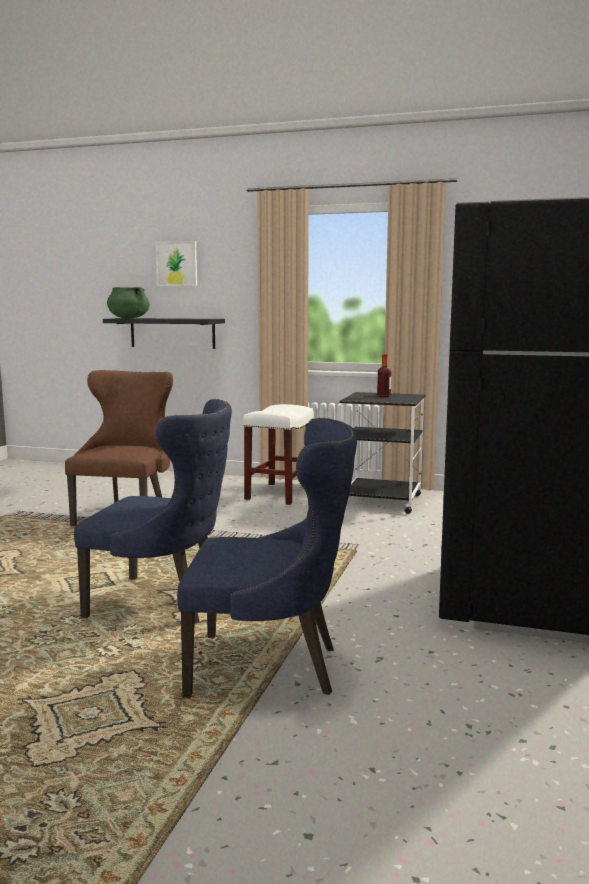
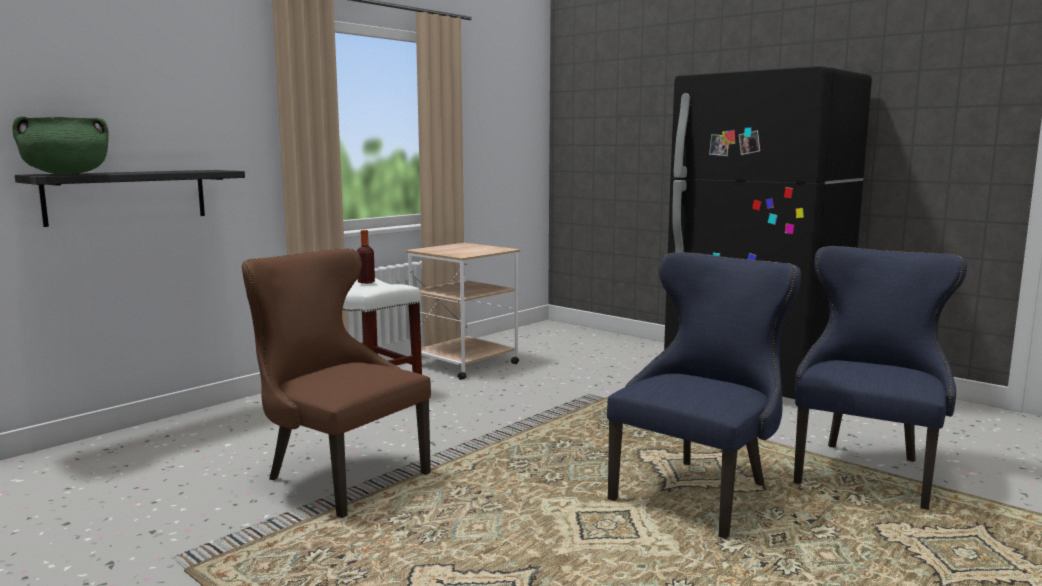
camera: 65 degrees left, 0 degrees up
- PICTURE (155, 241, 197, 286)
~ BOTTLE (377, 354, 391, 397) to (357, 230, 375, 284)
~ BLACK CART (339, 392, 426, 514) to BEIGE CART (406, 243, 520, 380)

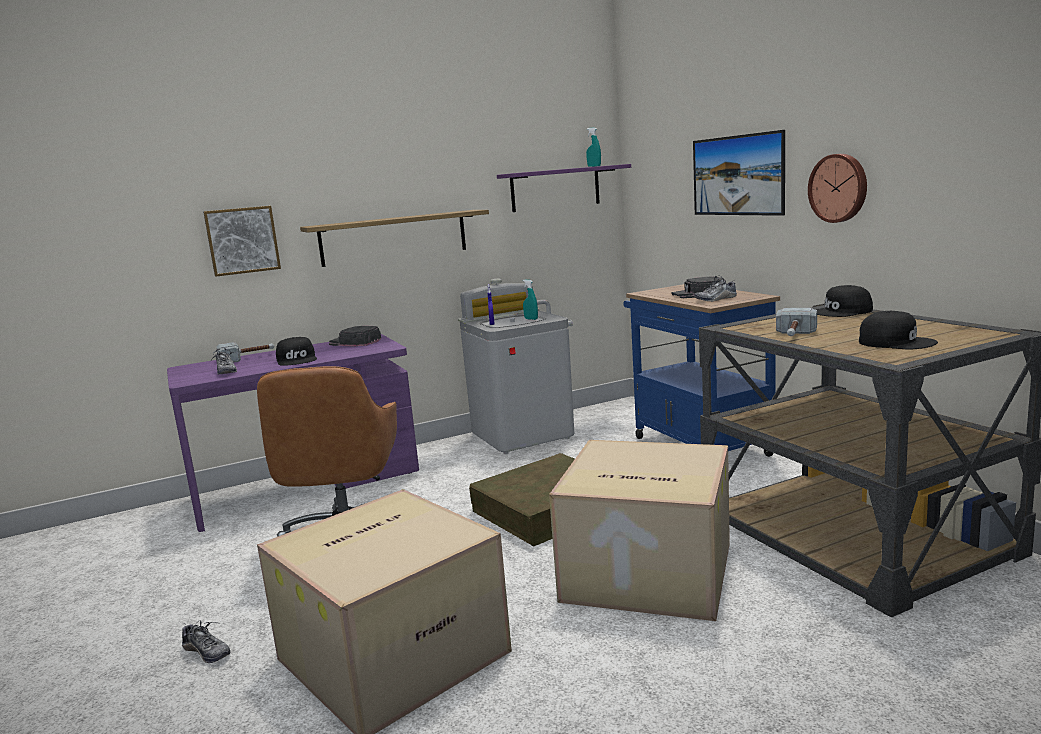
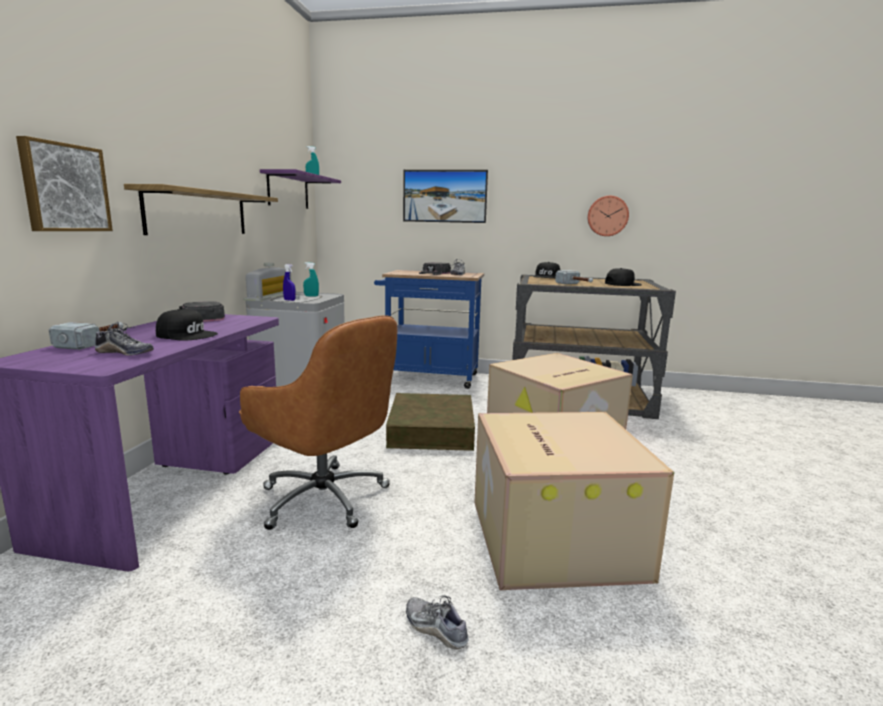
camera: 55 degrees left, 0 degrees up
~ WALL CLOCK (808, 154, 867, 223) to (587, 196, 629, 236)
~ SHOE (182, 621, 231, 663) = (406, 595, 469, 649) 120 degrees counterclockwise

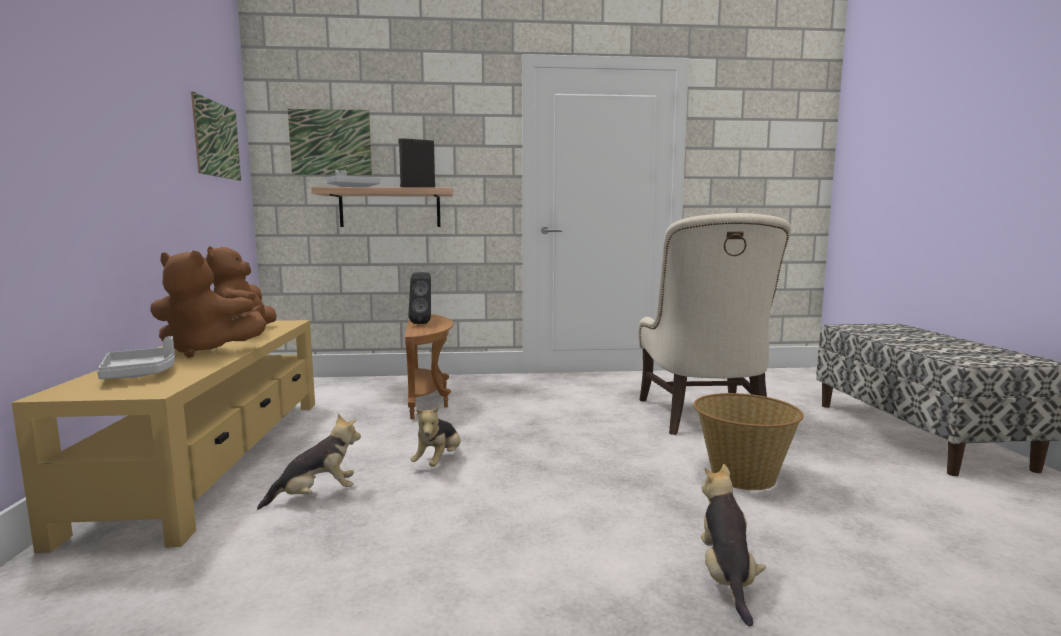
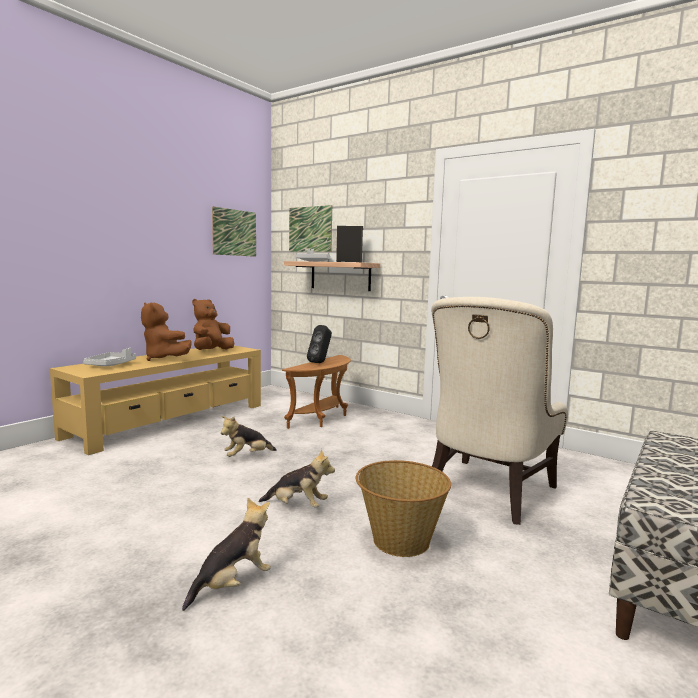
camera: 40 degrees right, 0 degrees up
~ PLUSH TOY (257, 414, 361, 510) to (258, 449, 335, 508)

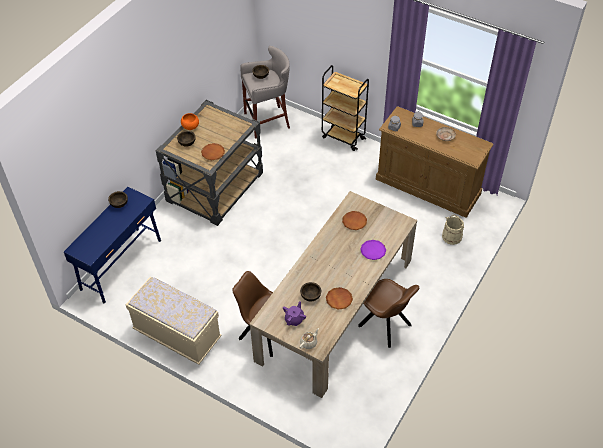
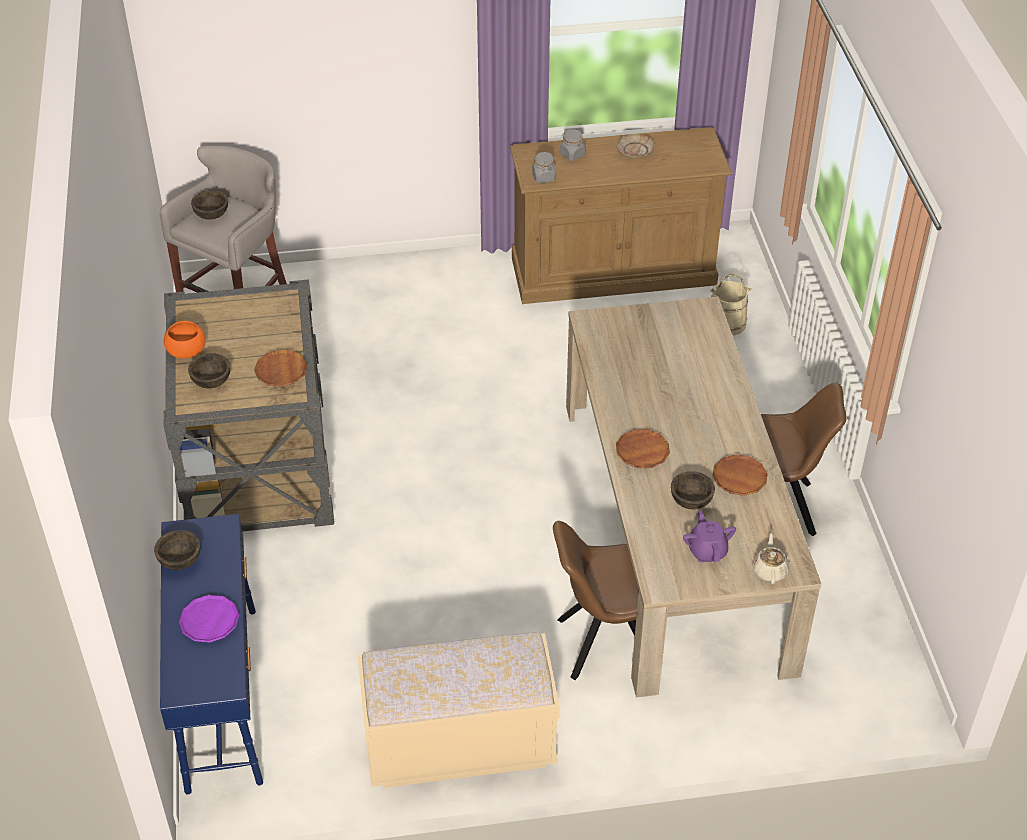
camera: 40 degrees left, 5 degrees down
- BROWN CART (322, 65, 369, 151)
~ BROWN PLATE (342, 211, 367, 230) to (616, 429, 670, 468)
~ PURPLE PLATE (360, 240, 386, 260) to (179, 595, 239, 643)

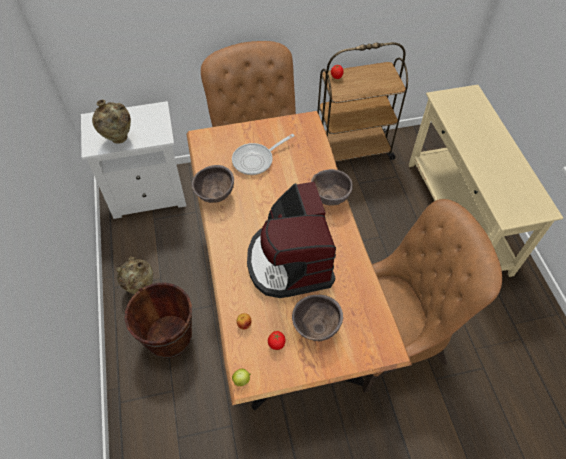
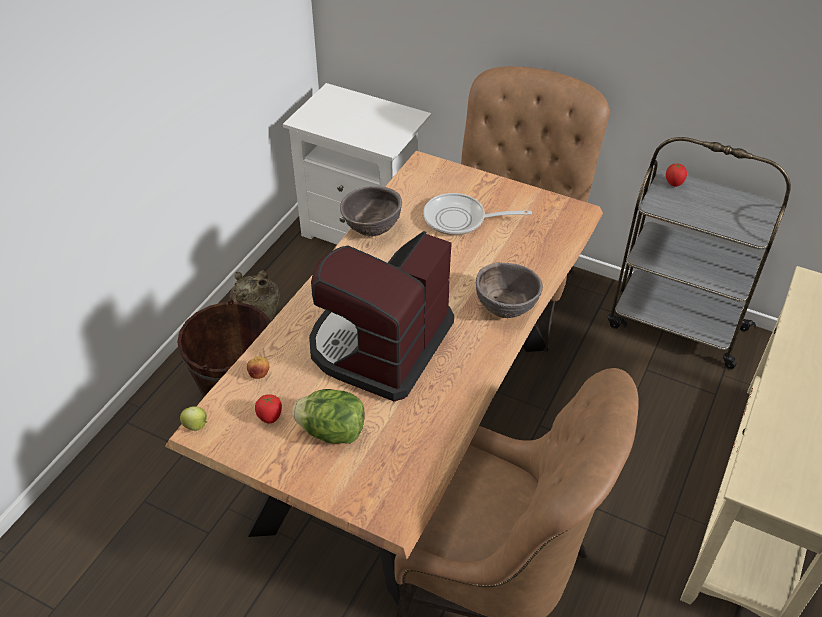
camera: 40 degrees right, 10 degrees down
- BEIGE VASE (92, 100, 131, 144)
~ BROWN BOWL (292, 295, 343, 341) to LETTUCE (292, 389, 365, 444)
~ BROWN CART (317, 42, 408, 162) to GREY CART (607, 137, 791, 370)

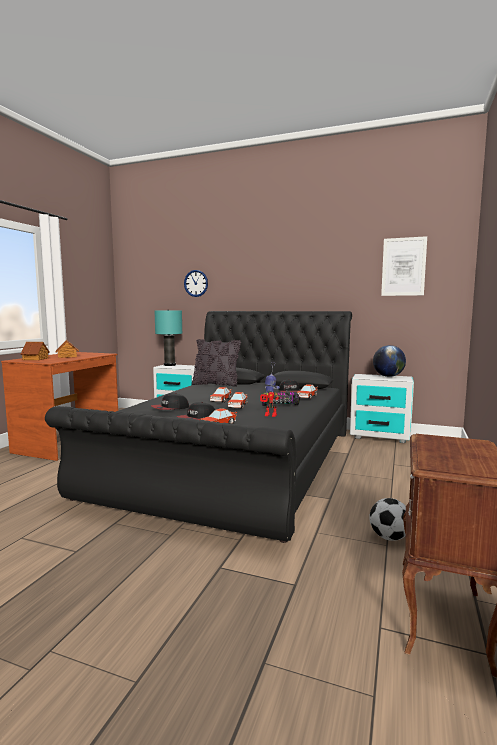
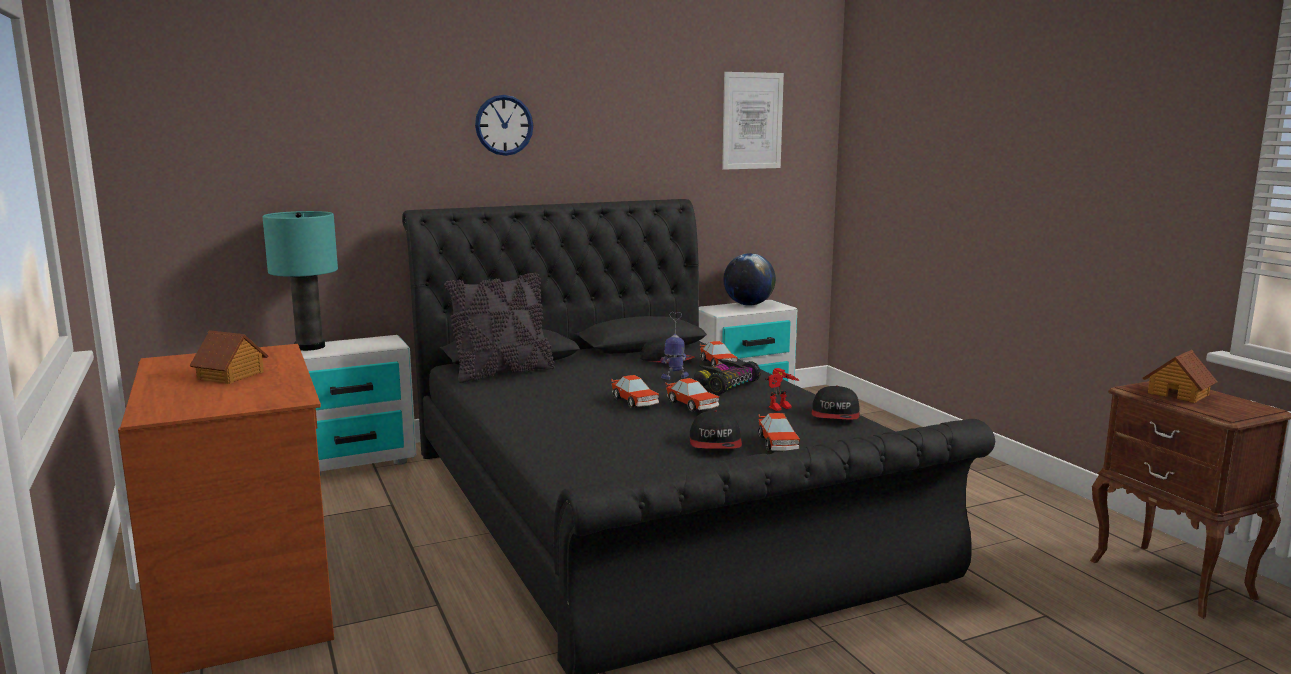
camera: 45 degrees left, 5 degrees up
- FOOTBALL (369, 498, 406, 541)
~ TOY HOUSE (20, 342, 50, 360) to (1143, 350, 1218, 403)
~ CAP (151, 393, 189, 410) to (811, 385, 860, 420)
~ WALL CLOCK (184, 270, 208, 297) to (475, 95, 533, 156)

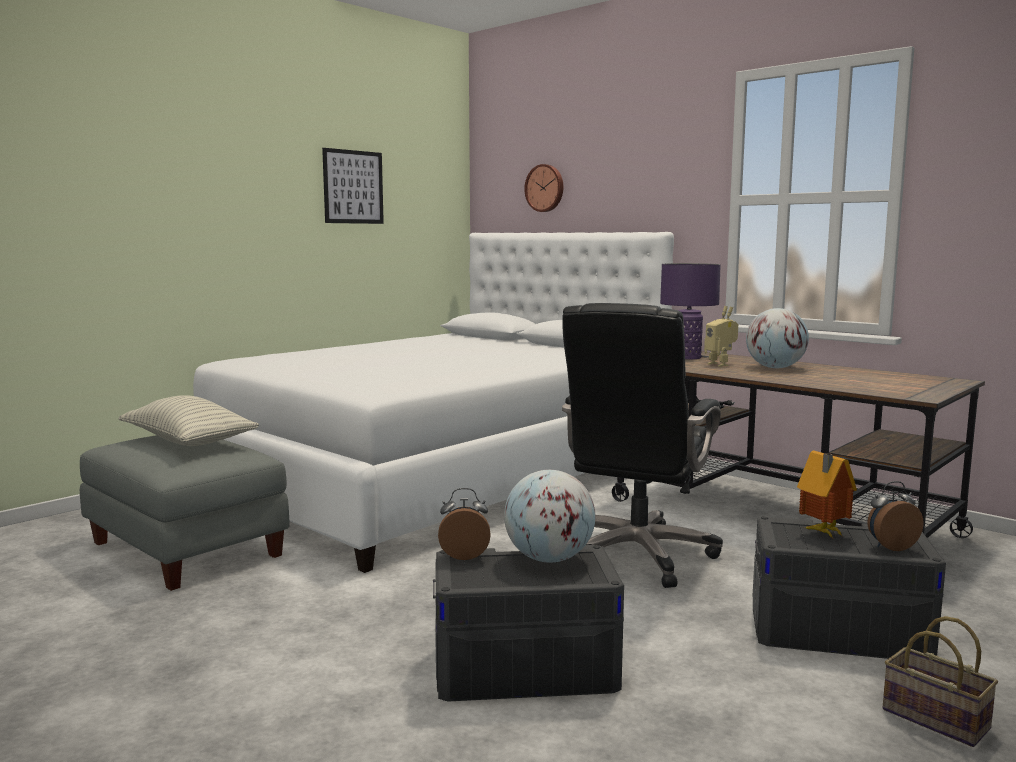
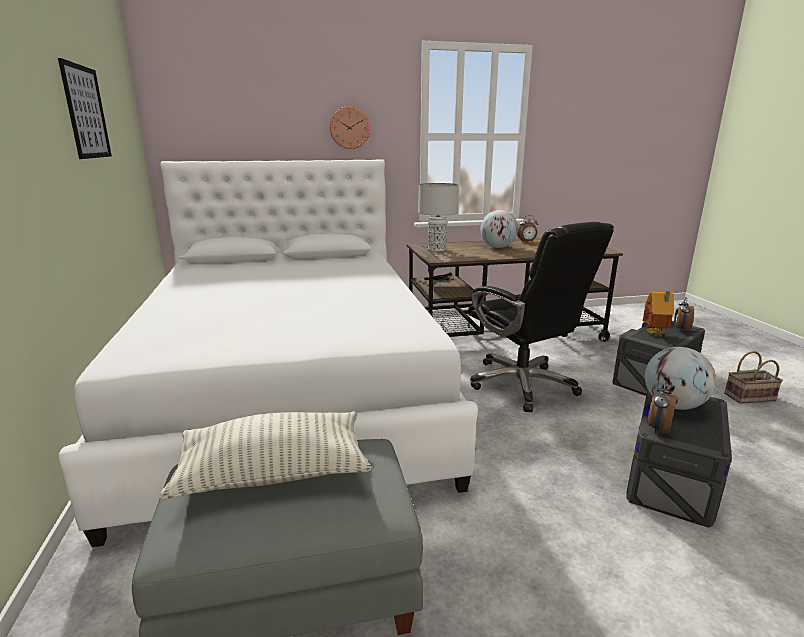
camera: 55 degrees left, 10 degrees up
- TOY ROBOT (704, 306, 738, 367)
+ ALARM CLOCK (517, 215, 538, 242)
~ WALL CLOCK (524, 164, 563, 212) to (330, 106, 370, 149)
~ PURPLE TABLE LAMP (660, 263, 721, 359) to WHITE TABLE LAMP (418, 183, 459, 252)

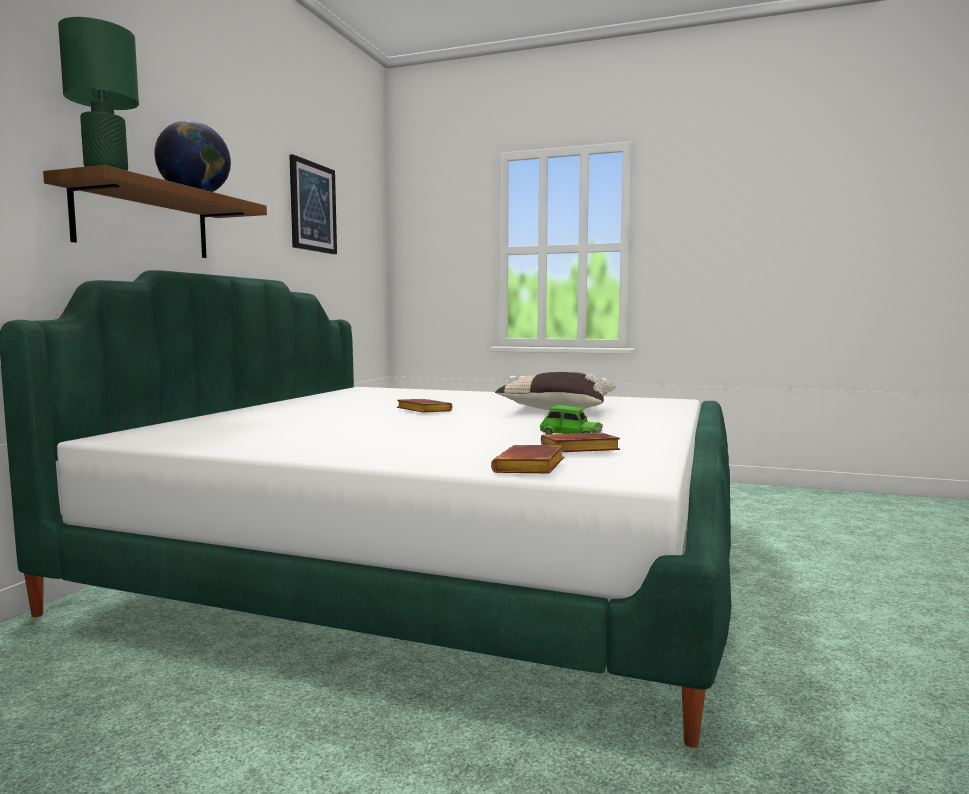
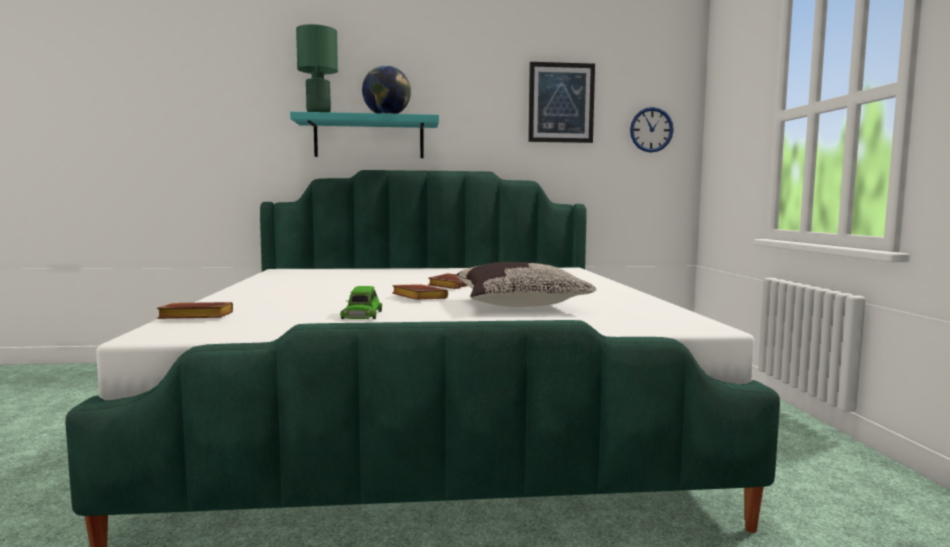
camera: 65 degrees right, 0 degrees up
+ WALL CLOCK (630, 107, 674, 153)
~ BROWN BOOK (541, 432, 620, 452) to (392, 284, 448, 300)
~ BROWN SHELF (43, 165, 267, 258) to TURQUOISE SHELF (290, 112, 439, 158)

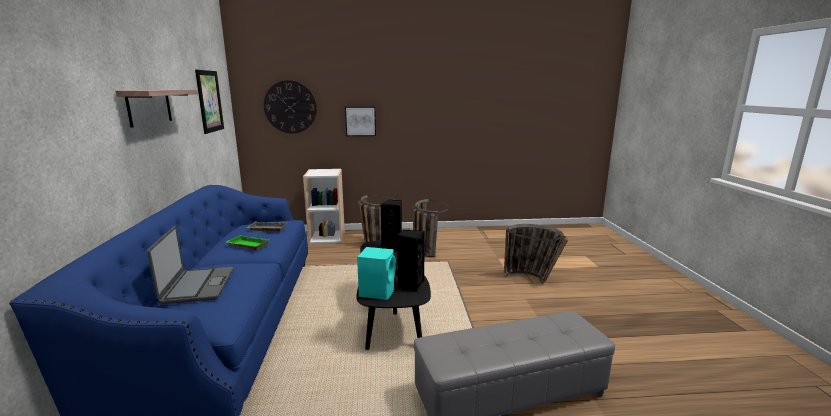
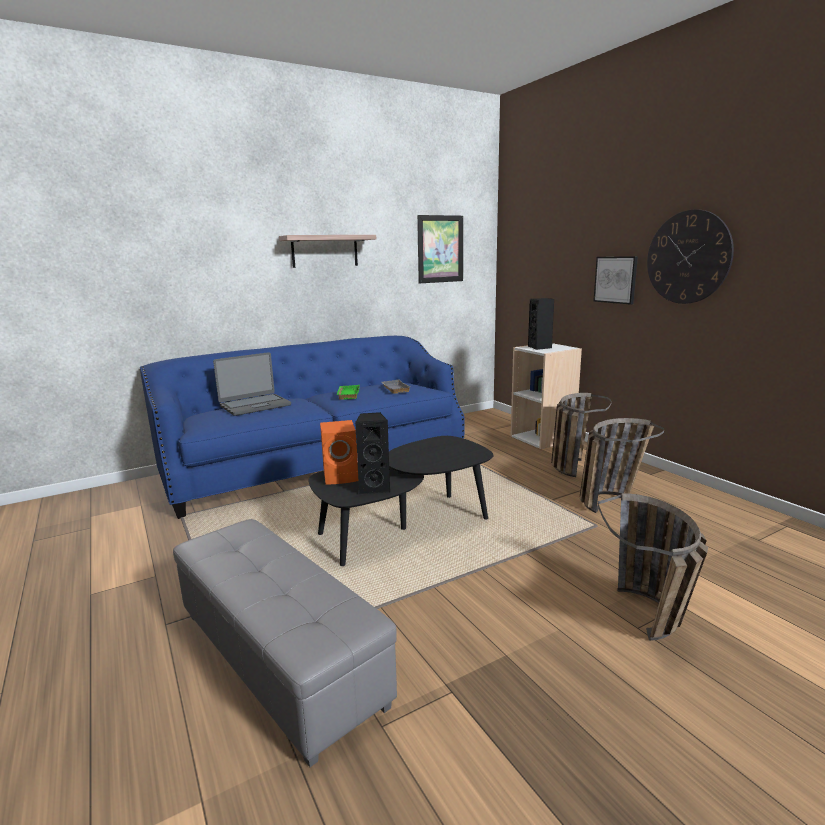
camera: 65 degrees right, 0 degrees up
~ WALL CLOCK (264, 80, 317, 133) to (647, 210, 734, 304)
~ BLACK SPEAKER (381, 200, 402, 251) to (528, 298, 554, 350)
~ TURQUOISE SPEAKER (357, 247, 396, 300) to ORANGE SPEAKER (320, 420, 358, 485)

